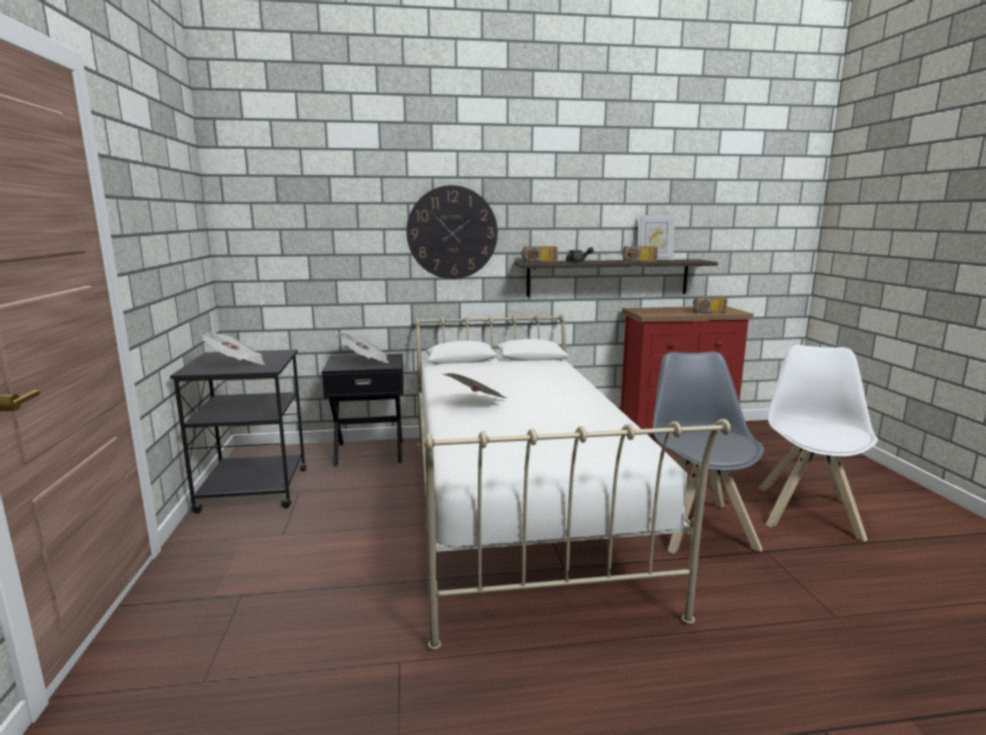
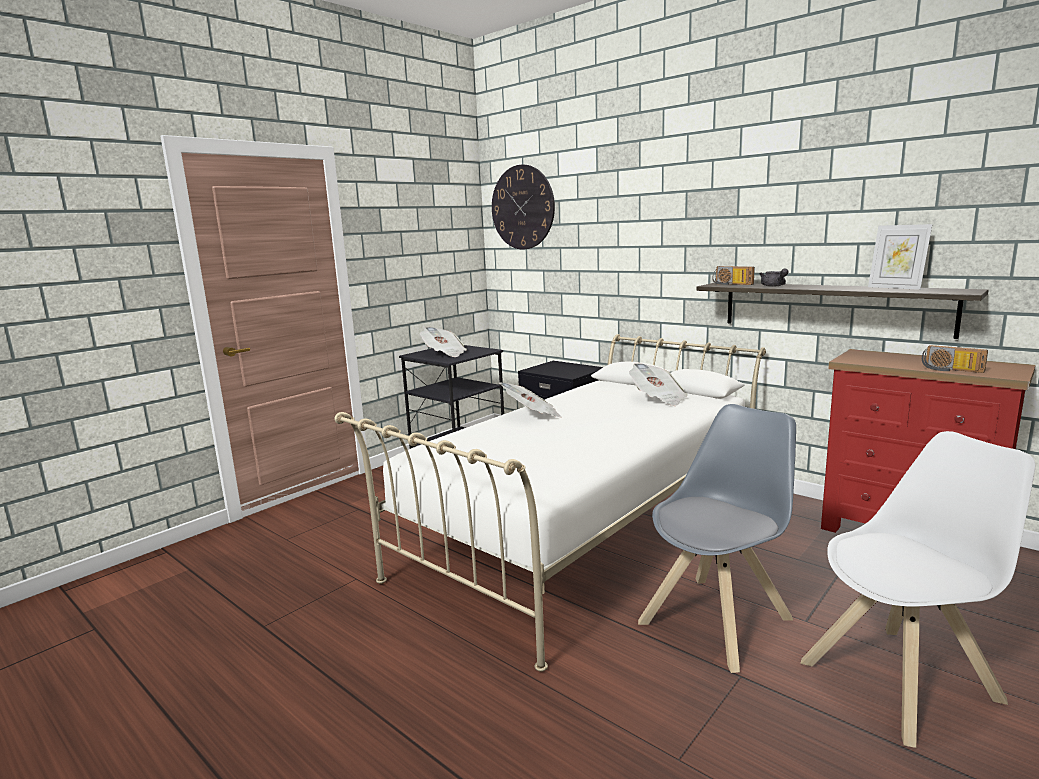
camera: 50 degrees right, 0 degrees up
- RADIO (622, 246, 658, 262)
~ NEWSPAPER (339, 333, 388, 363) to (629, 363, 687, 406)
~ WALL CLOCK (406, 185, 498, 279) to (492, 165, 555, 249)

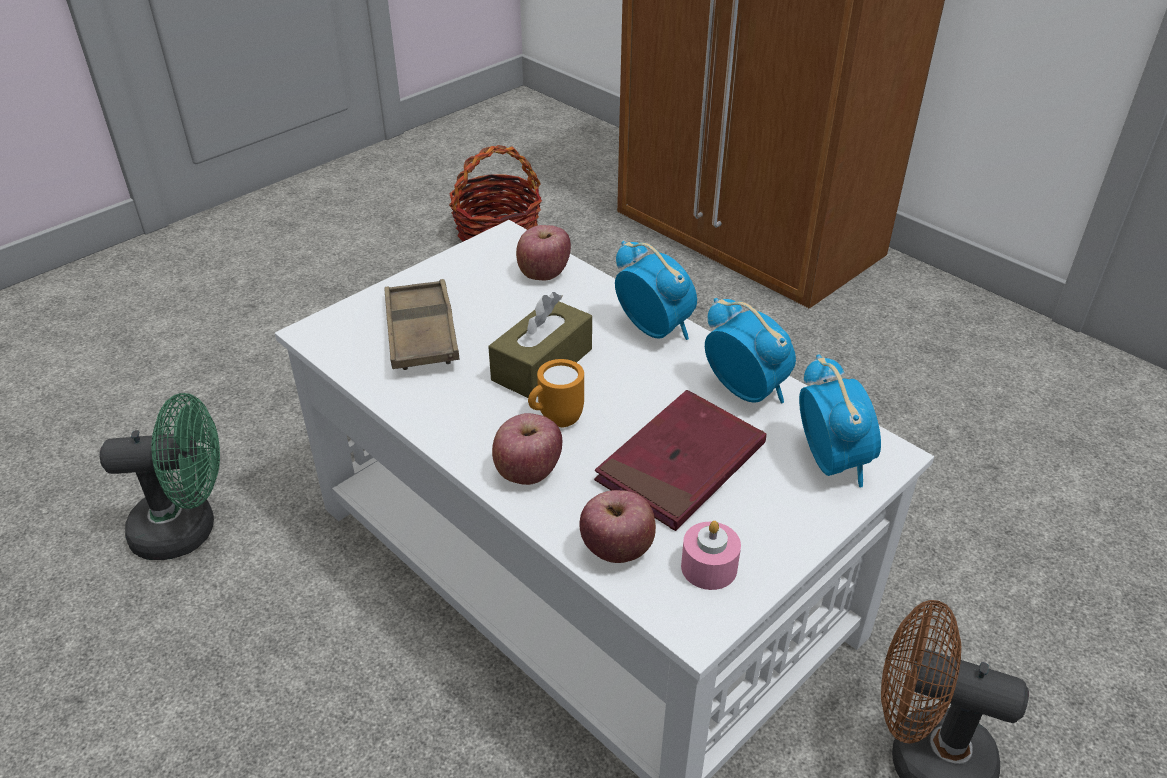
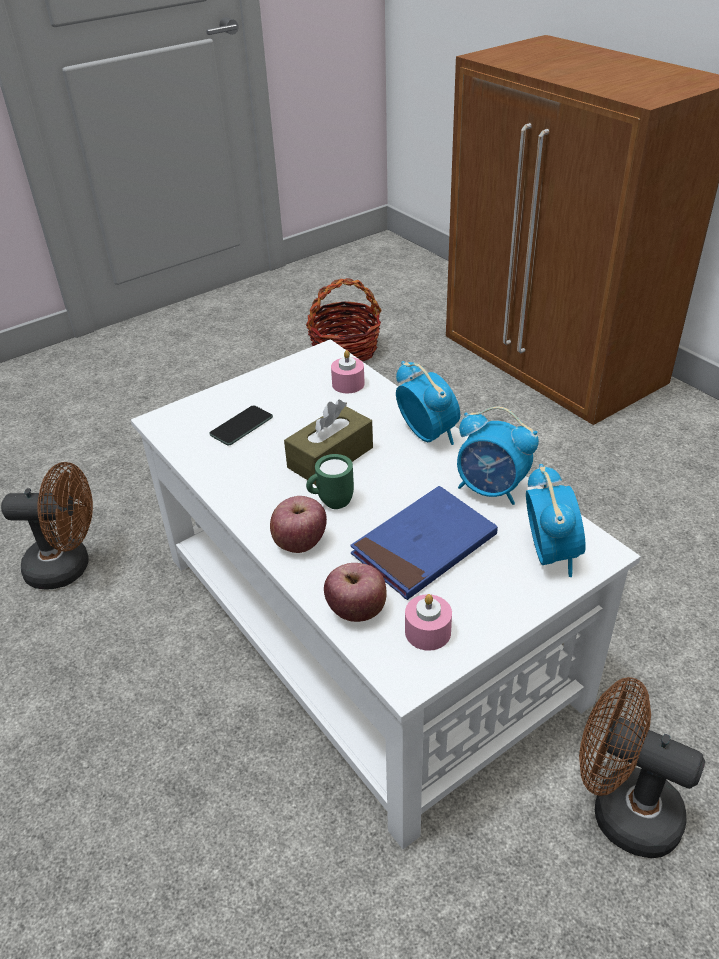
camera: 10 degrees right, 0 degrees up
~ BROWN TRAY (385, 279, 459, 370) to PHONE (209, 405, 273, 445)
~ APPLE (516, 225, 571, 280) to PINK CANDLE (331, 350, 365, 393)
~ GREEN FAN (100, 393, 220, 560) to BROWN FAN (1, 462, 93, 590)
~ ORANGE MUG (528, 359, 584, 427) to GREEN MUG (306, 454, 354, 509)
~ RED BOOK (594, 390, 767, 531) to BLUE BOOK (350, 486, 498, 600)
~ ALARM CLOCK (705, 298, 796, 403) = (457, 407, 539, 505) 150 degrees clockwise

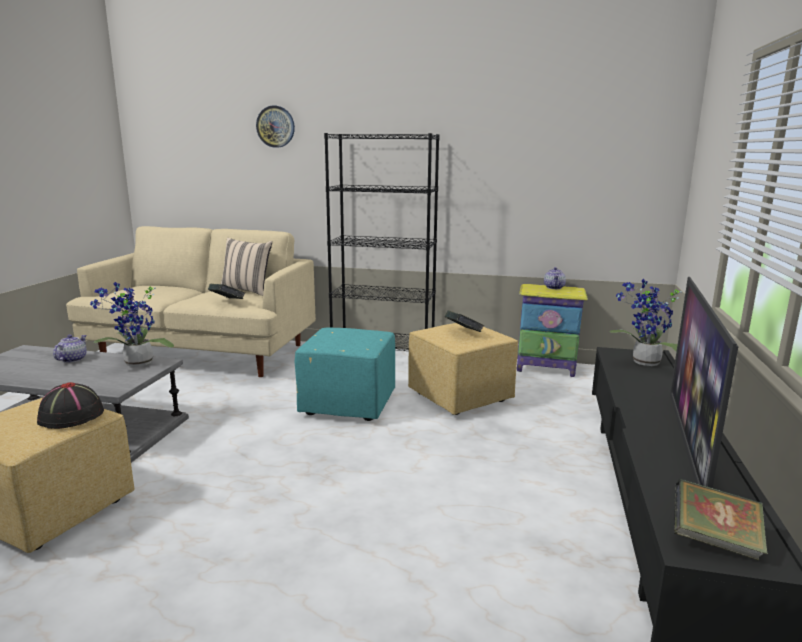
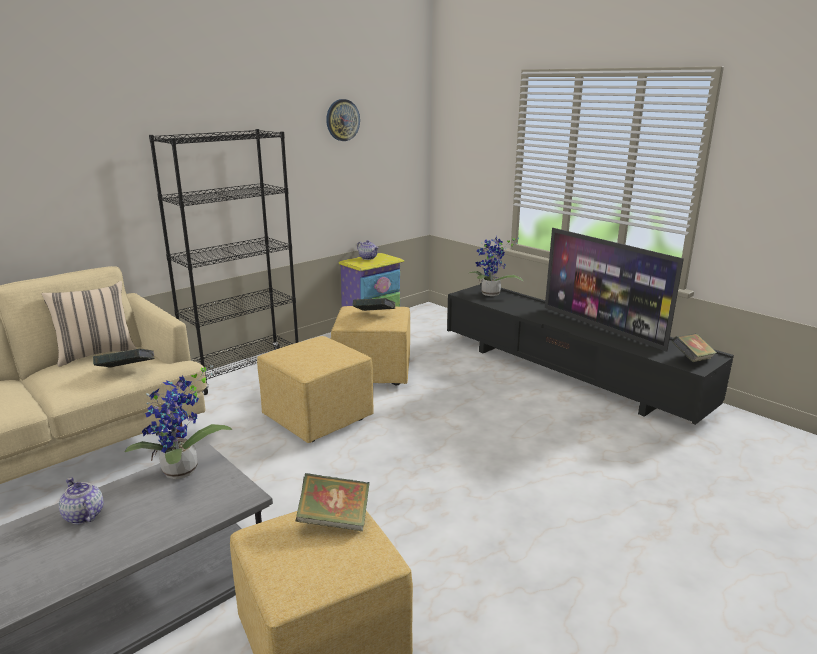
camera: 55 degrees left, 5 degrees up
~ WALL CLOCK (256, 106, 295, 148) to (326, 99, 360, 141)
~ BLACK HAT (37, 382, 104, 429) to BOOK (296, 473, 370, 531)
~ TURQUOISE OTTOMAN (295, 328, 395, 421) to YELLOW OTTOMAN (257, 336, 374, 443)

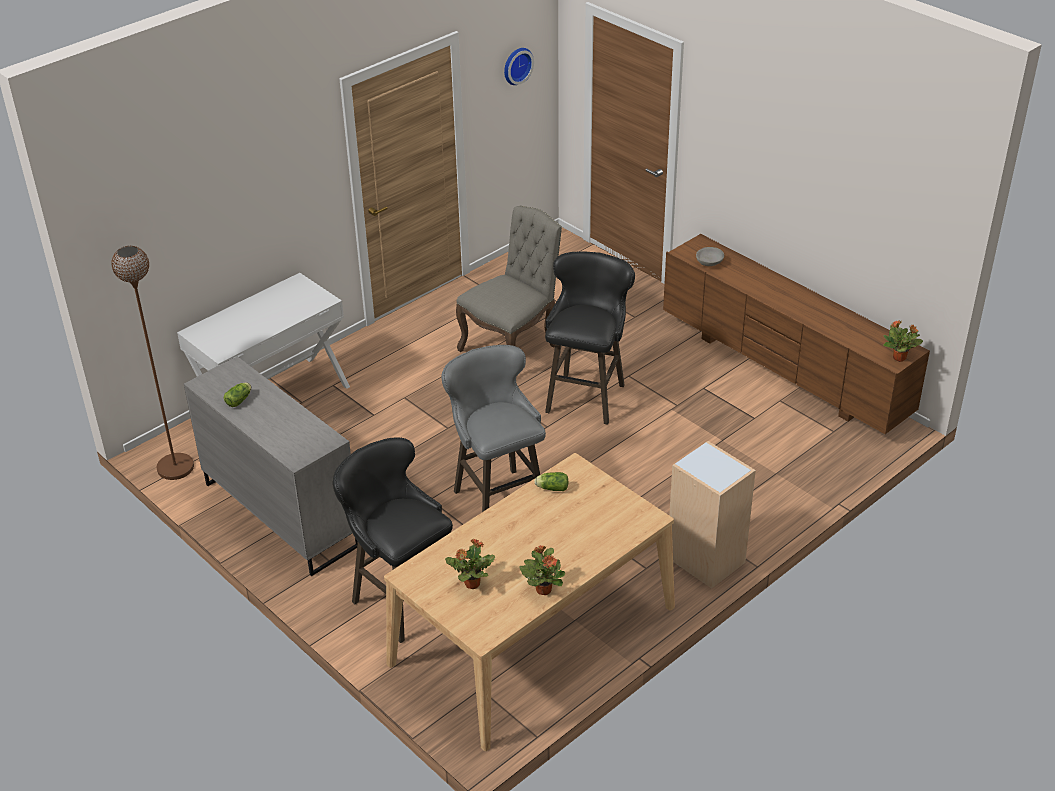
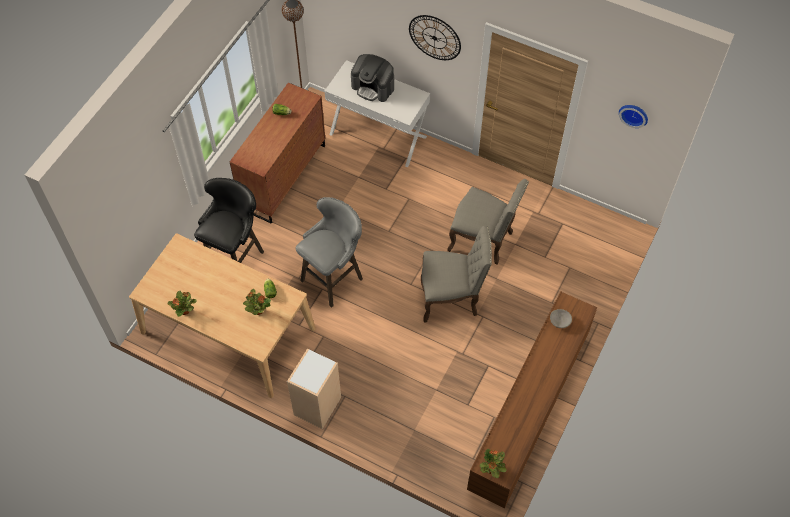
camera: 70 degrees right, 20 degrees up
+ COFFEE MACHINE (351, 54, 394, 102)
+ WALL CLOCK (409, 15, 461, 60)
~ POTTED PLANT (445, 539, 495, 589) to (243, 289, 271, 315)
~ BLACK STOOL (545, 251, 635, 425) to GREY CHAIR (421, 226, 492, 323)
~ GREY DRESSER (184, 356, 358, 576) to BROWN DRESSER (230, 83, 325, 224)

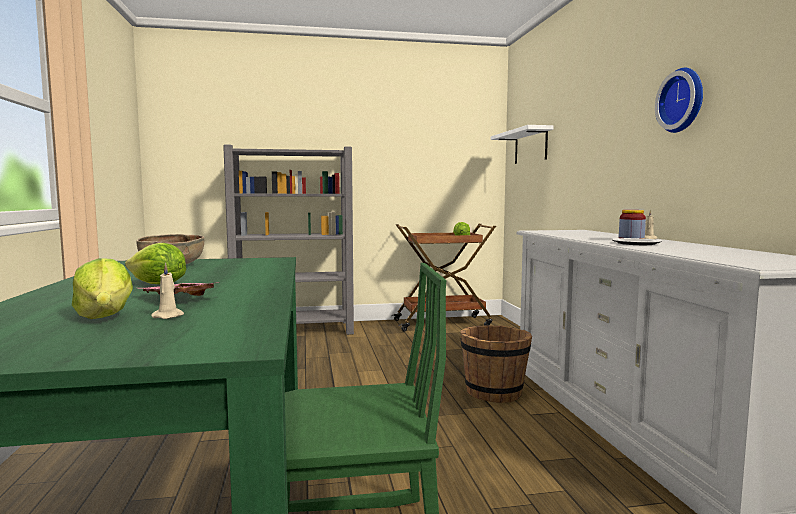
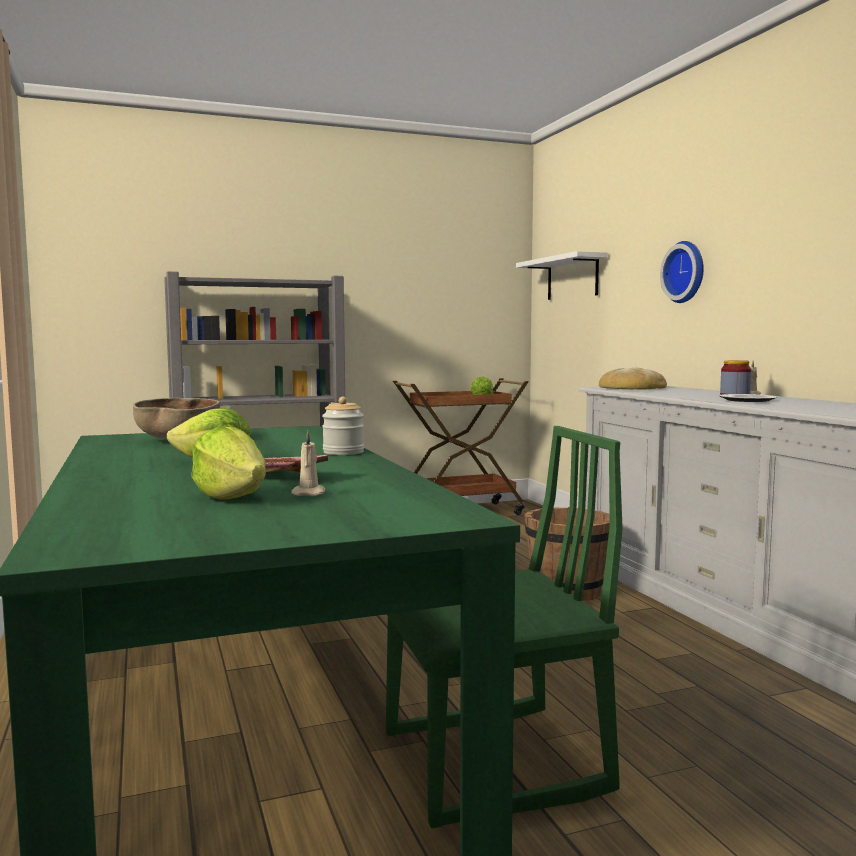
camera: 10 degrees left, 0 degrees up
+ JAR (322, 397, 364, 455)
+ BREAD (599, 368, 667, 389)
~ WALL CLOCK (655, 68, 703, 133) to (660, 241, 704, 303)

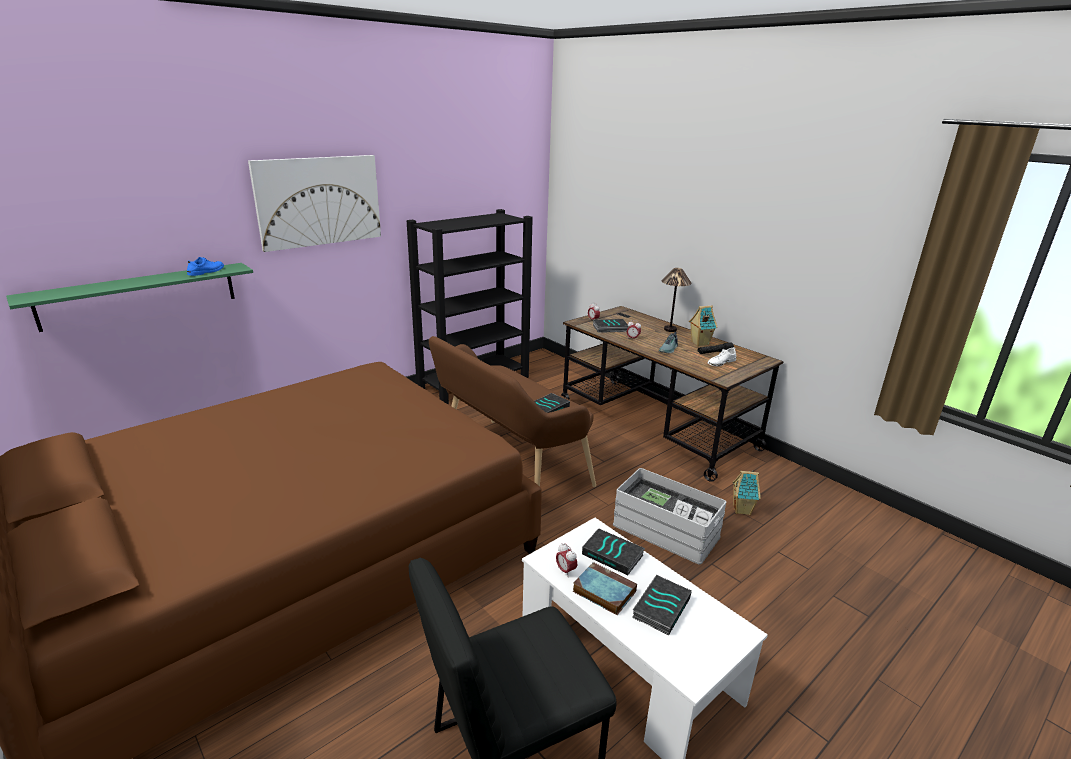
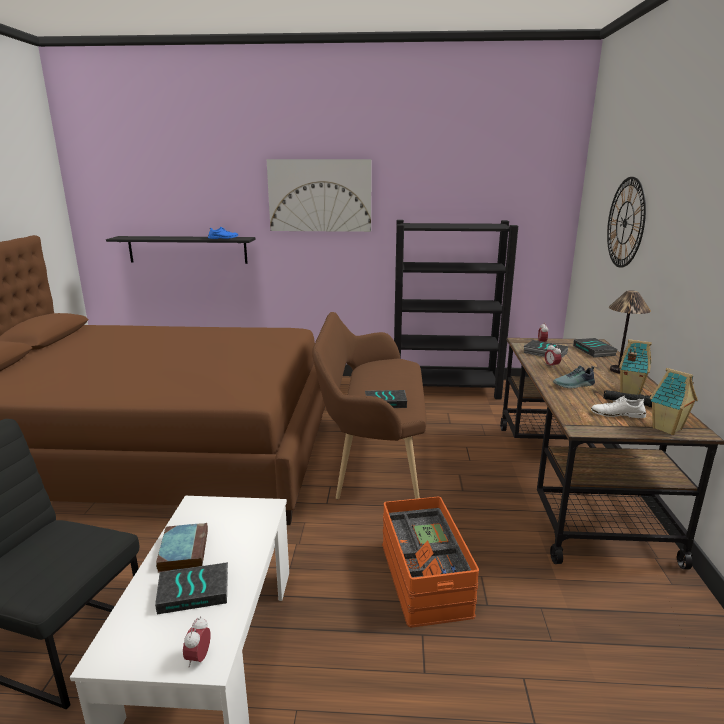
camera: 45 degrees right, 5 degrees down
+ WALL CLOCK (607, 177, 646, 268)
~ ALARM CLOCK (556, 543, 577, 575) to (183, 616, 211, 667)
~ BOOK (582, 528, 645, 575) to (573, 338, 618, 358)
~ TOY HOUSE (732, 470, 761, 515) to (650, 368, 698, 435)
~ GREEN SHELF (6, 263, 253, 332) to BLACK SHELF (106, 236, 256, 264)
~ GREY STORAGE BOX (613, 468, 727, 565) to ORANGE STORAGE BOX (382, 497, 479, 628)

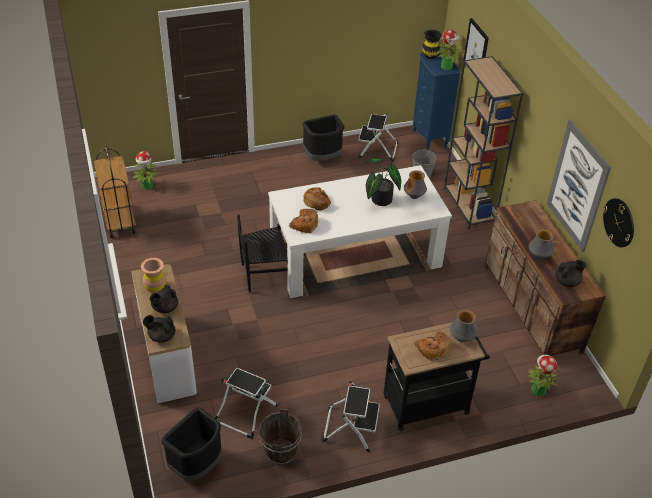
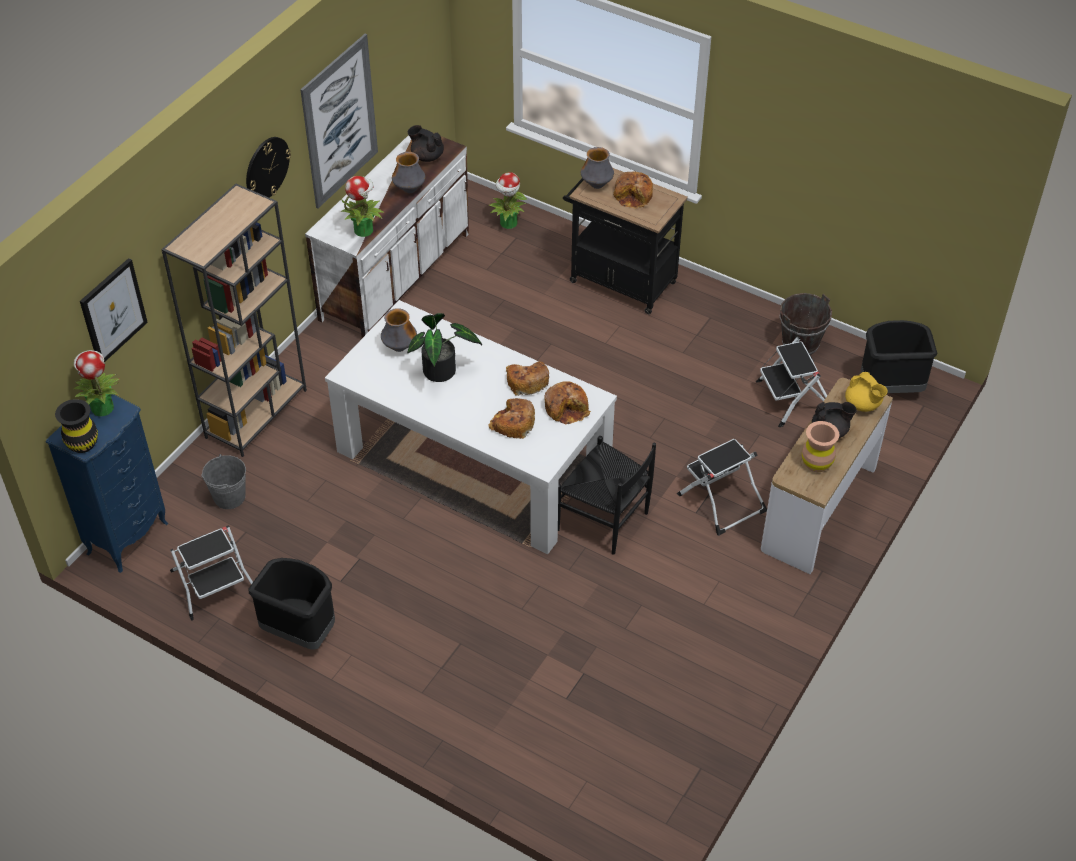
camera: 130 degrees left, 5 degrees up
- BROWN CART (94, 141, 136, 238)
+ BREAD (506, 361, 549, 396)
~ POTTED PLANT (133, 151, 157, 189) to (341, 176, 384, 237)
~ STEP LADDER (322, 381, 380, 453) to (677, 439, 767, 536)
~ WALL CLOCK (603, 198, 634, 247) to (246, 137, 291, 198)
~ BLACK TEAPOT (143, 315, 175, 343) to YELLOW TEAPOT (845, 372, 888, 412)
~ BROWN CABINET (484, 200, 606, 356) to WHITE CABINET (305, 135, 469, 338)

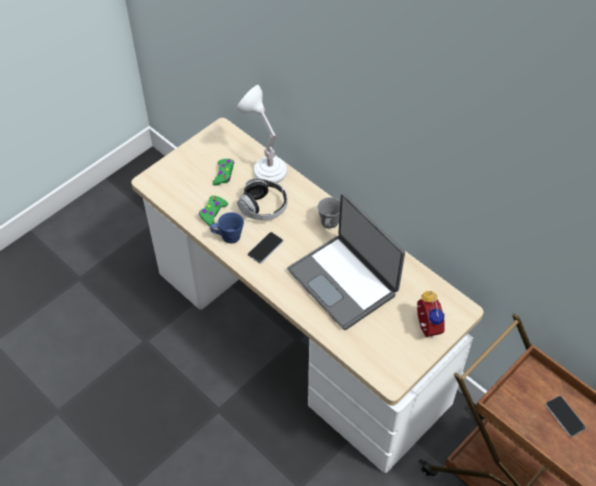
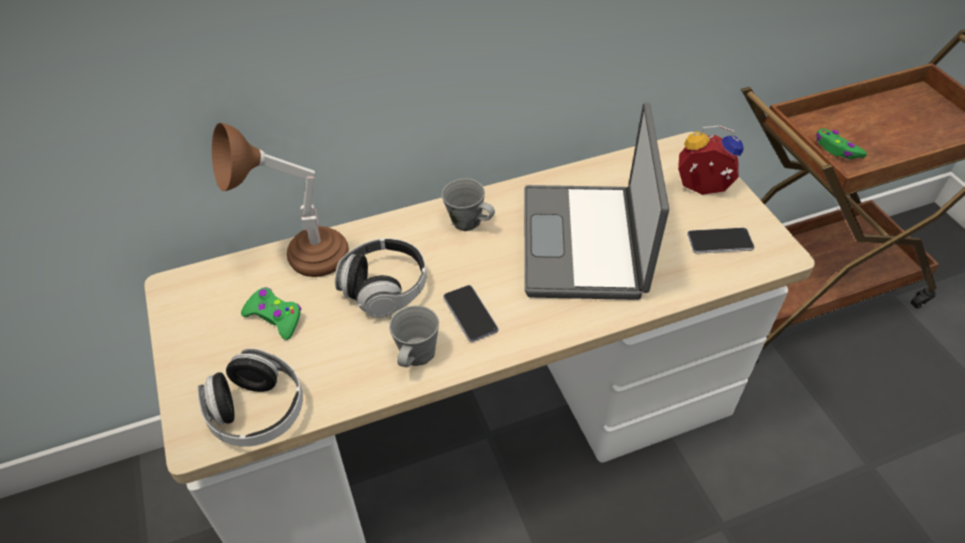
camera: 65 degrees left, 5 degrees down
+ HEADPHONES (197, 348, 303, 447)
~ GREEN GAME CONTROLLER (199, 195, 228, 226) to (816, 129, 867, 159)
~ PHONE (545, 396, 586, 437) to (687, 228, 754, 254)
~ BLUE MUG (210, 212, 244, 244) to GREY MUG (389, 305, 439, 367)
~ WHITE TABLE LAMP (236, 85, 287, 183) to BROWN TABLE LAMP (212, 123, 349, 277)
~ LAPTOP (287, 193, 405, 330) = (524, 102, 669, 300) 105 degrees clockwise

